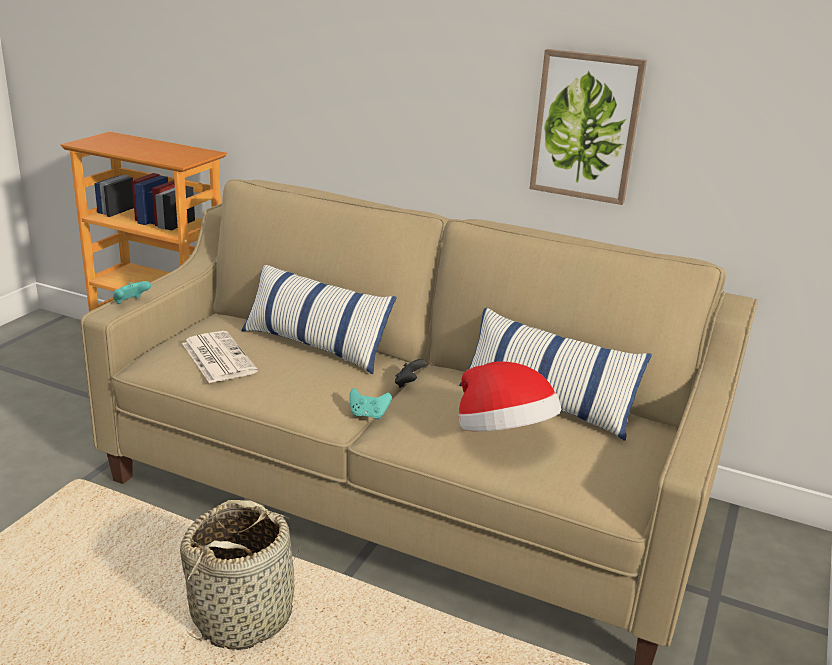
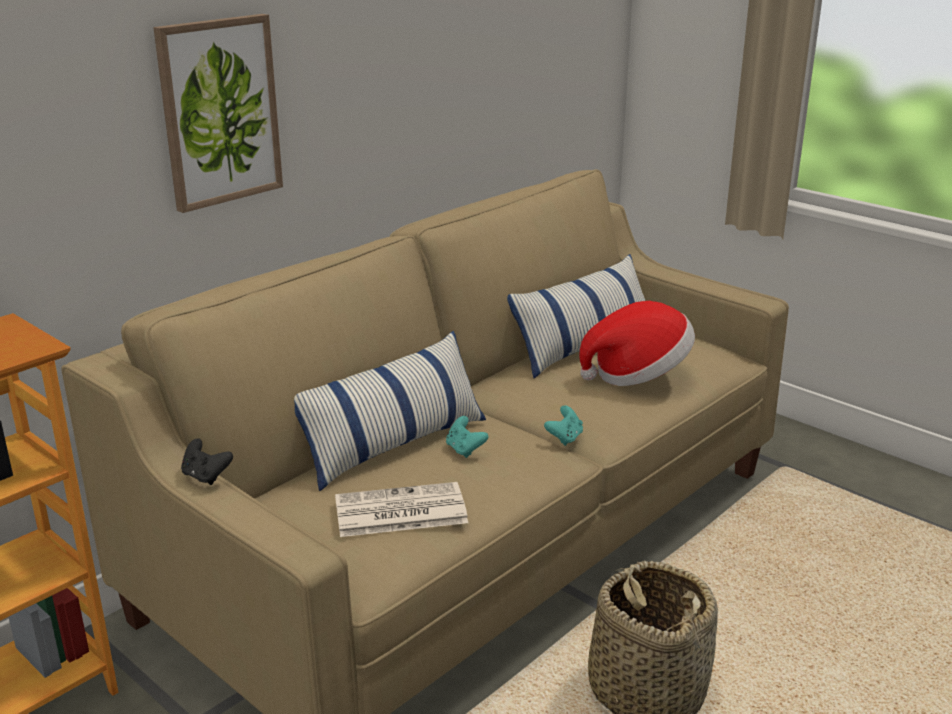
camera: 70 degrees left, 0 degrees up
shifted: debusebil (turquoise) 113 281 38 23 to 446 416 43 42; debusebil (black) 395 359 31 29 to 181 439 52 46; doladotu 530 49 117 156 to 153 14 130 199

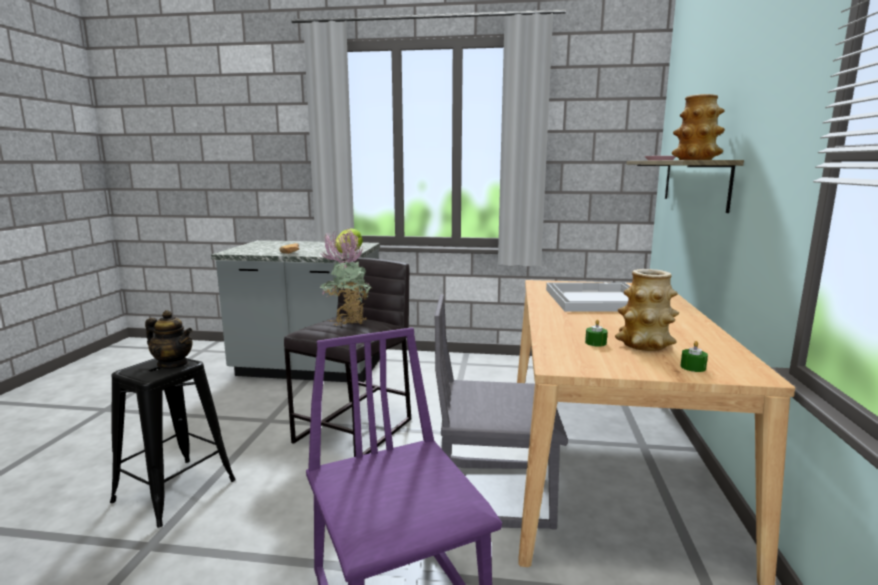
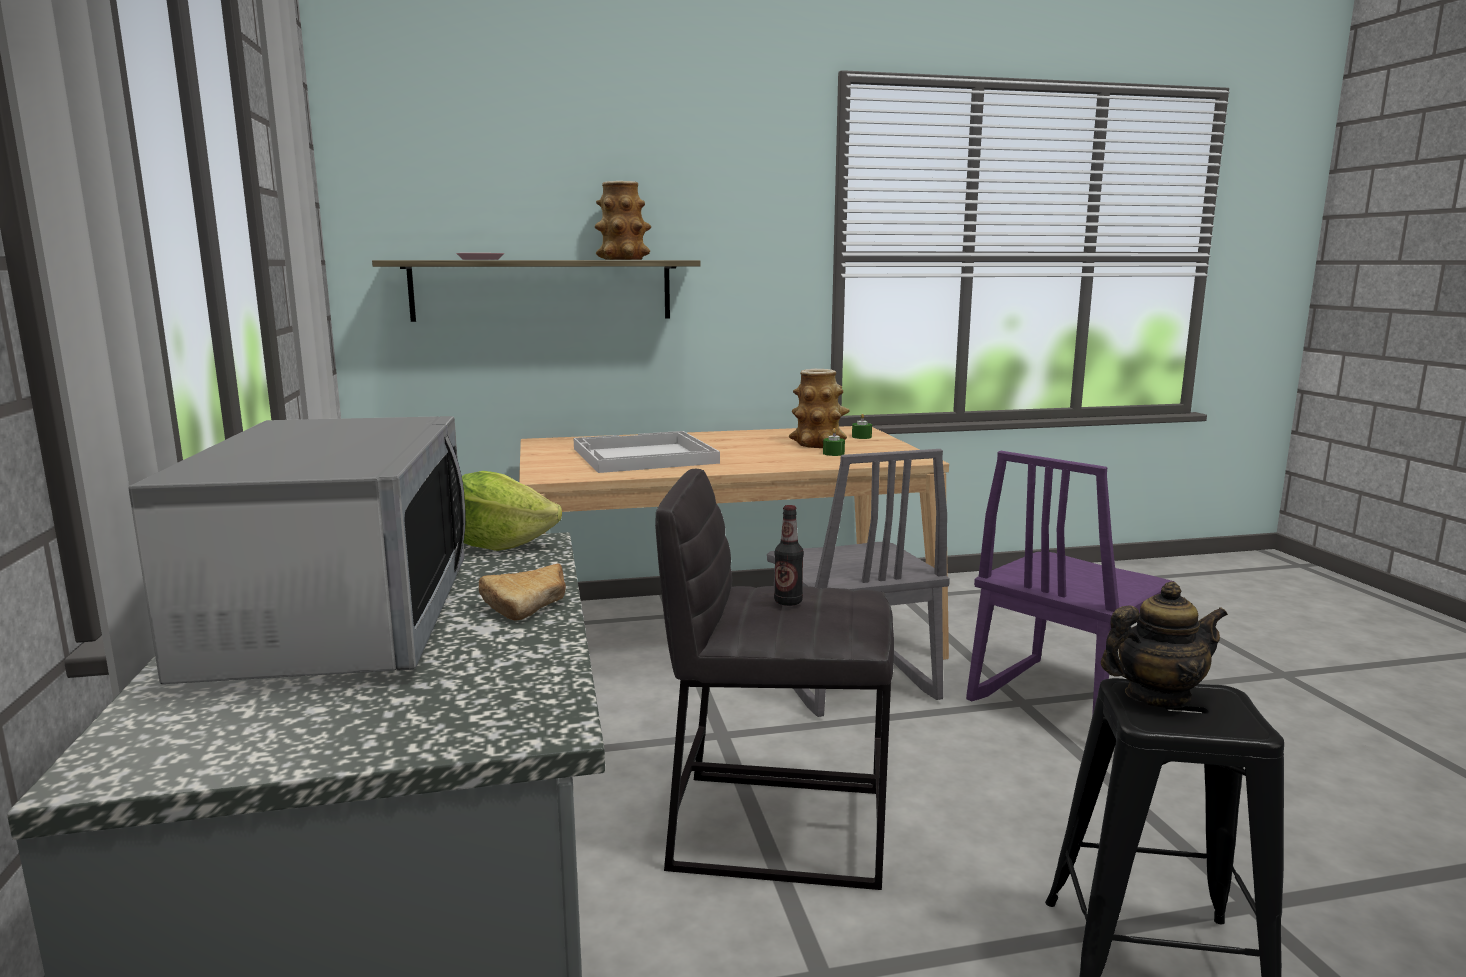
camera: 110 degrees left, 0 degrees up
new: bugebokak 128 416 338 268
swapped: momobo 320 228 52 98 to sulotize 774 505 30 101
rotated: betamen 145 310 48 59 = 1101 581 127 127 75 degrees clockwise

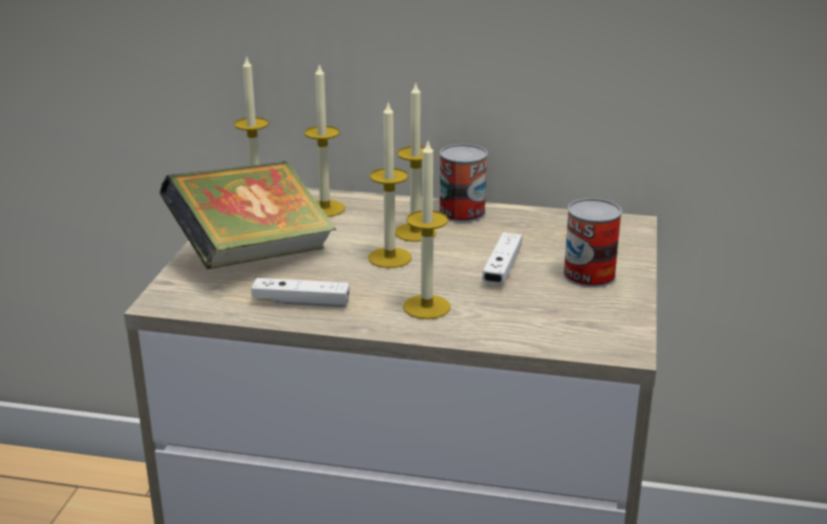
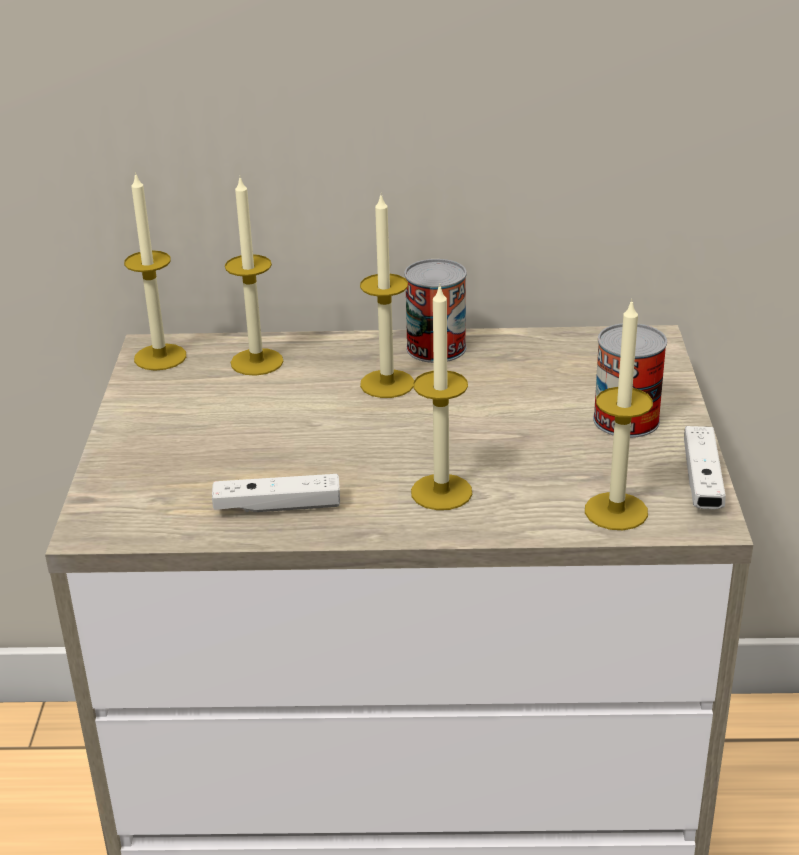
camera: 10 degrees left, 5 degrees up
gone: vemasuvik 159 161 177 108
shifted: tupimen 368 102 44 166 to 585 299 68 231; debusebil (white) 482 232 40 52 to 684 426 42 83

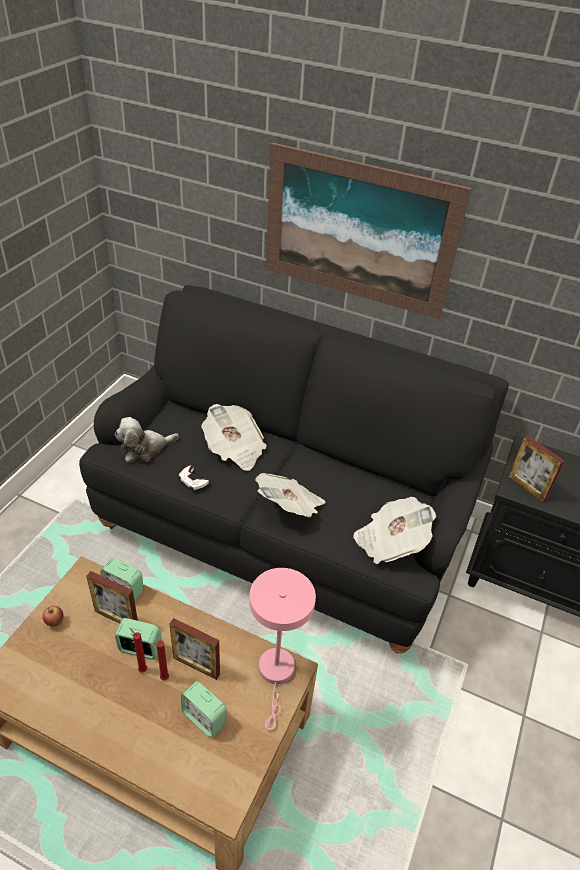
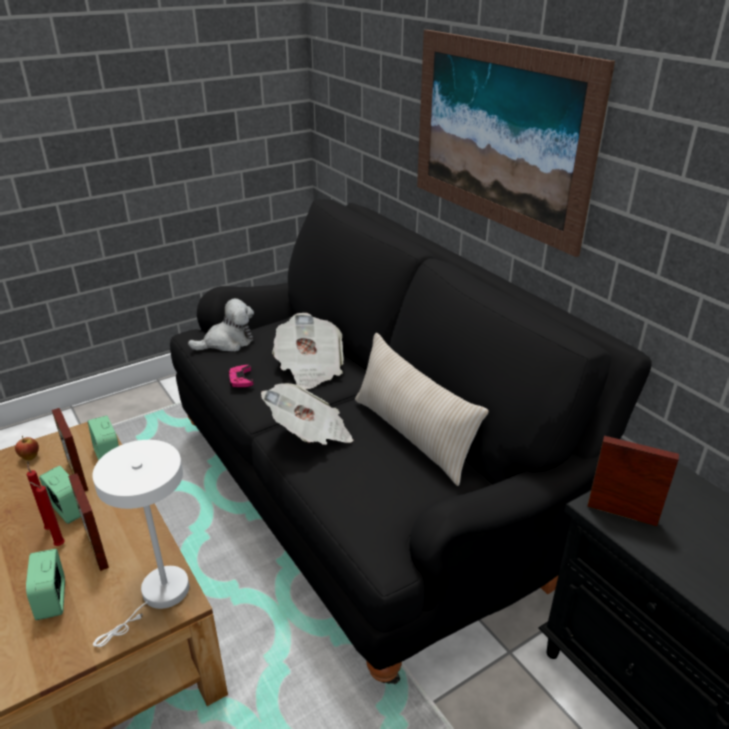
camera: 35 degrees right, 10 degrees down
gone: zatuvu 353 497 83 67
new: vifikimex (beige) 355 333 134 153
repainted: debusebil (white) 178 465 31 25 to debusebil (pink) 228 365 25 22; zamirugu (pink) 249 568 67 162 to zamirugu (white) 92 440 97 207
rotated: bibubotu 115 417 64 46 = 188 298 66 53 150 degrees clockwise; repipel 508 435 57 67 = 587 436 92 90 120 degrees clockwise

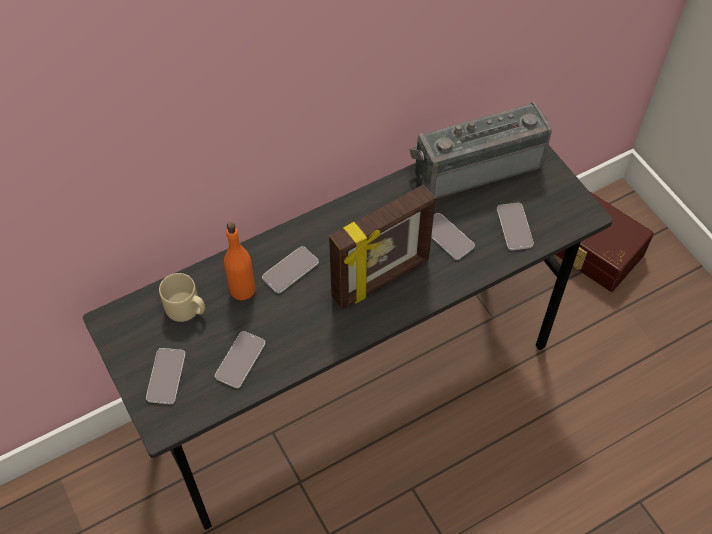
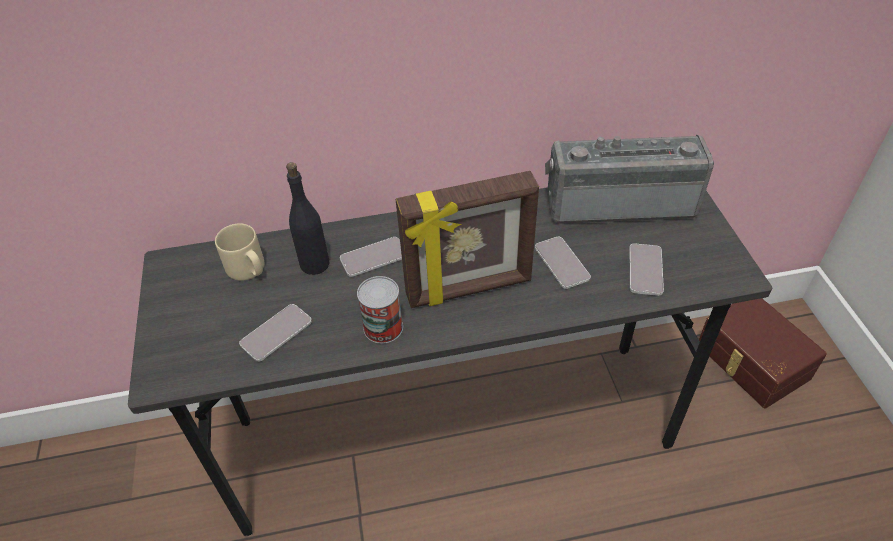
camera: 20 degrees right, 10 degrees down
gone: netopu 146 348 40 57
new: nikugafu 357 276 46 68
repainted: sulotize (orange) 224 222 32 78 to sulotize (black) 286 162 43 113

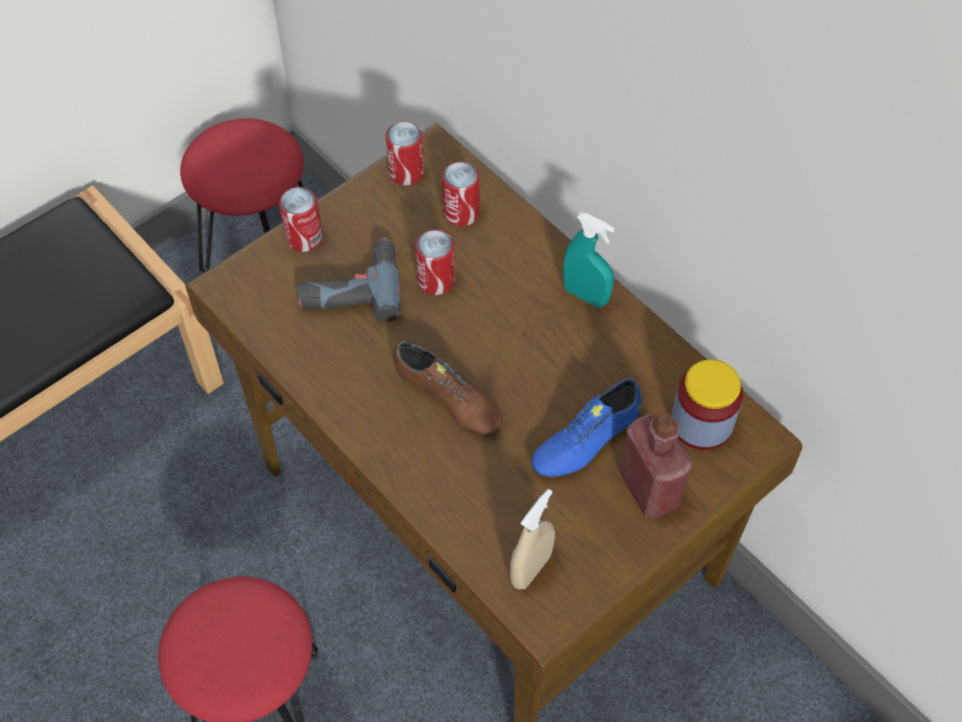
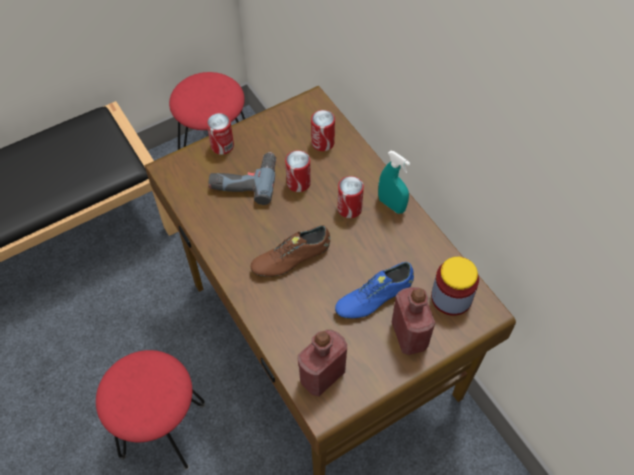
camera: 10 degrees right, 0 degrees up
shifted: nikugafu 385 121 39 64 to 338 176 26 42
swapped: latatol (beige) 510 489 45 100 to sulotize (red) 298 330 49 66
rotated: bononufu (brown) 394 341 109 93 = 250 225 80 52 105 degrees clockwise

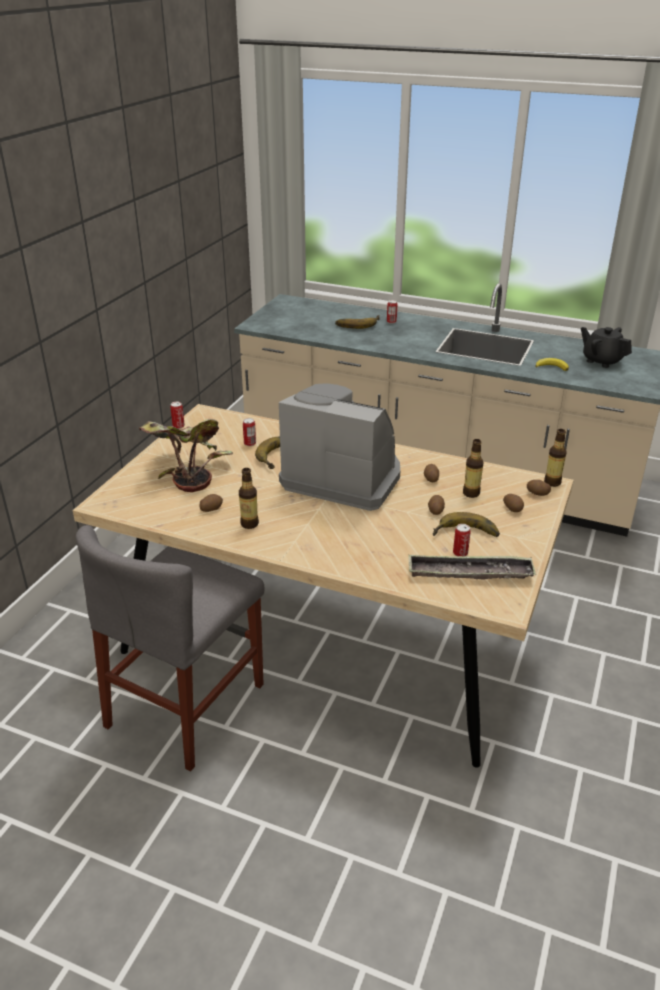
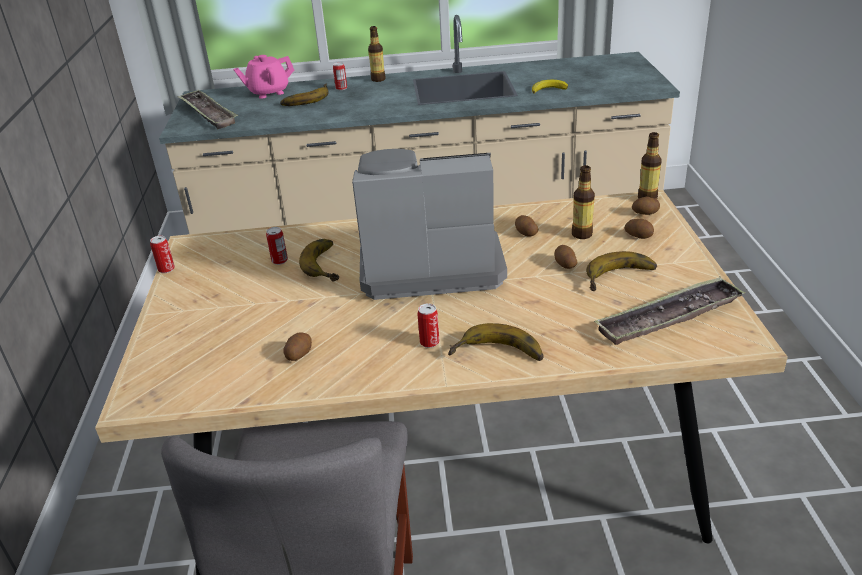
camera: 25 degrees left, 0 degrees up
gone: momobo 139 419 94 73; betamen (black) 581 327 51 41
new: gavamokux 177 90 61 39; betamen (pink) 233 55 61 44; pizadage 448 323 96 38
shifted: sulotize 239 468 20 61 to 368 26 18 56; nikugafu 453 524 18 32 to 417 303 22 45

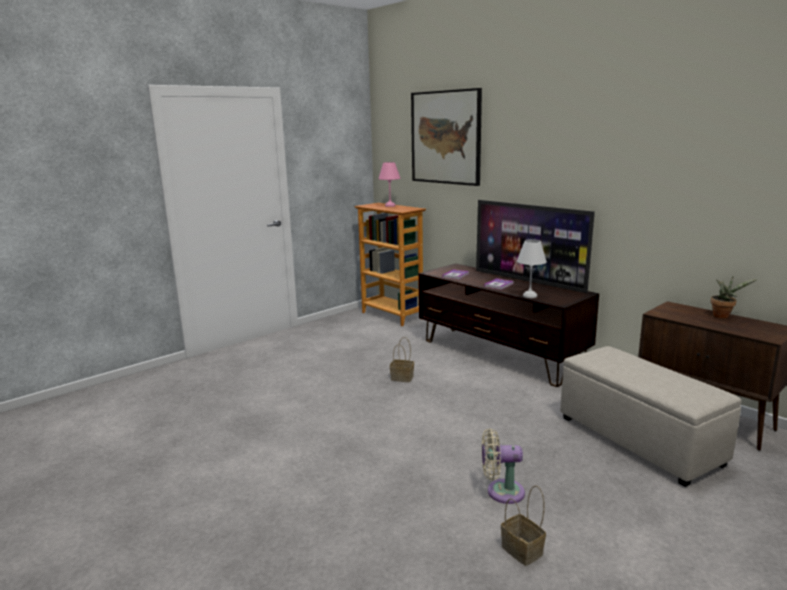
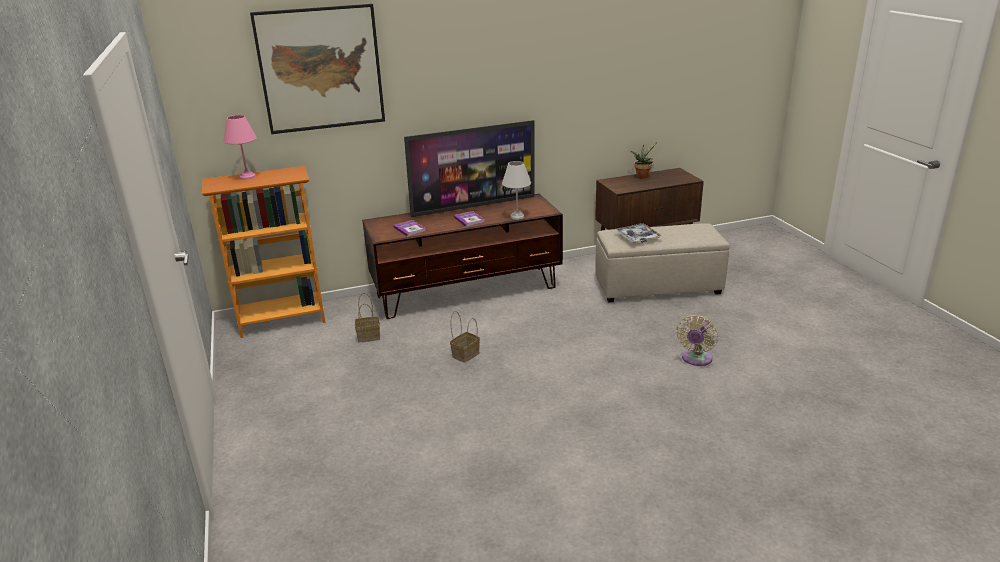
camera: 65 degrees left, 10 degrees up
new: gavamokux 615 223 47 20
shifted: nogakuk 501 485 45 81 to 355 293 25 49

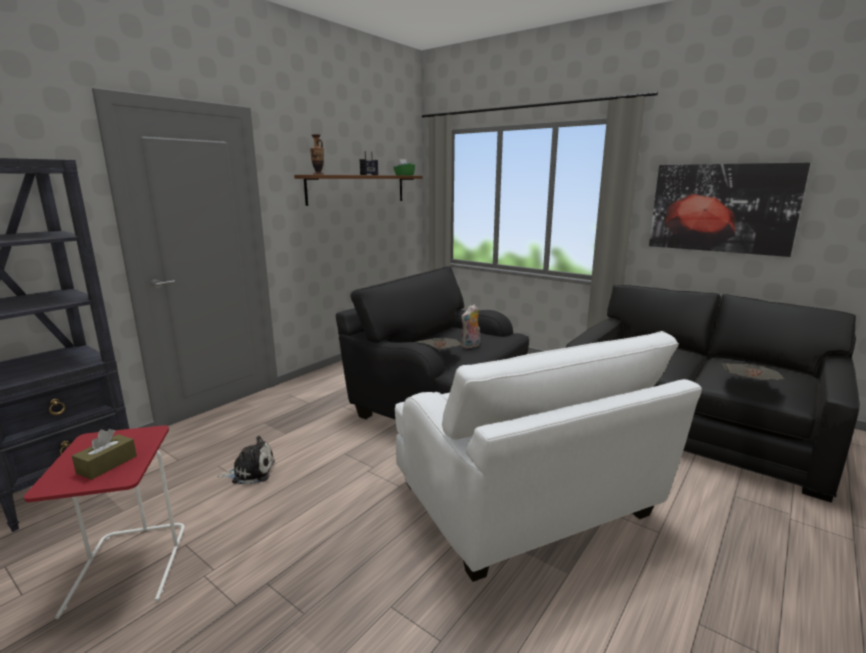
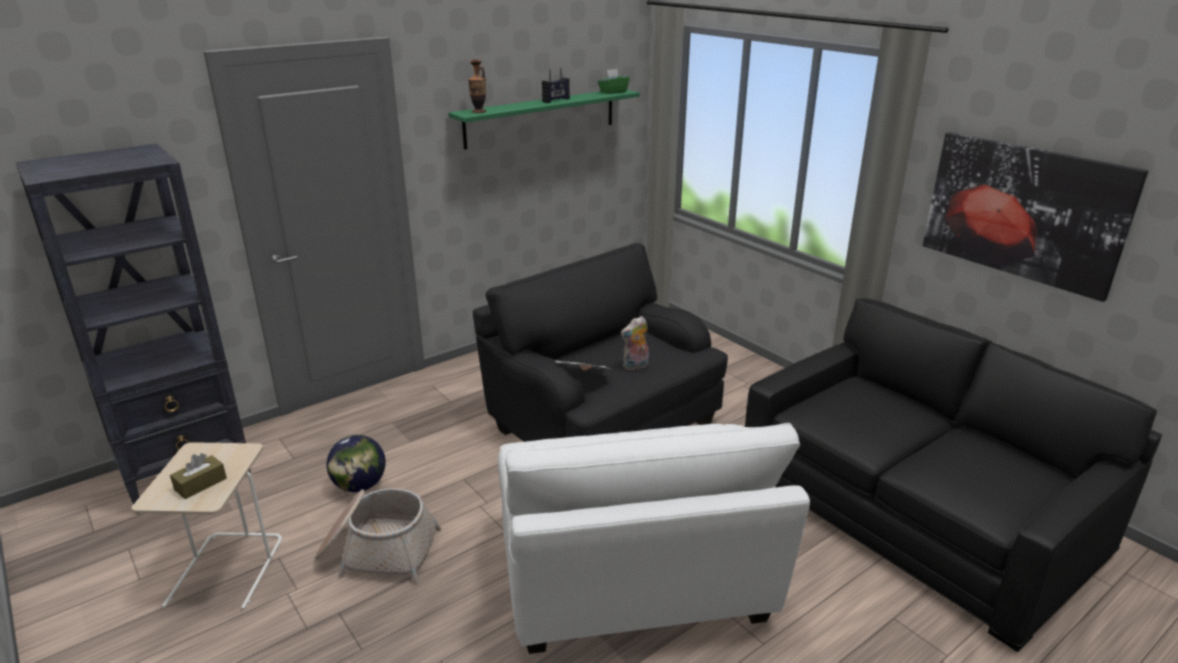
camera: 15 degrees right, 10 degrees up
gone: zatuvu 722 363 63 17
new: nogakuk 315 488 127 96
swapped: bibubotu 217 436 58 48 to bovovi 327 435 59 57
repainted: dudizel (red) 24 425 161 194 to dudizel (beige) 132 442 150 168; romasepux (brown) 294 175 129 31 to romasepux (green) 448 90 192 60

